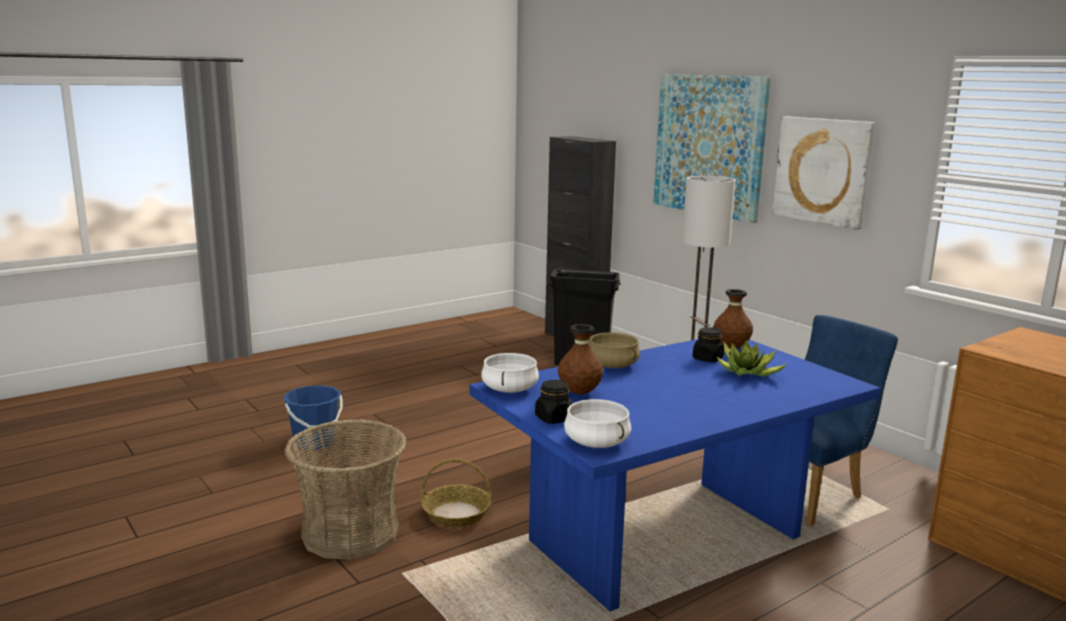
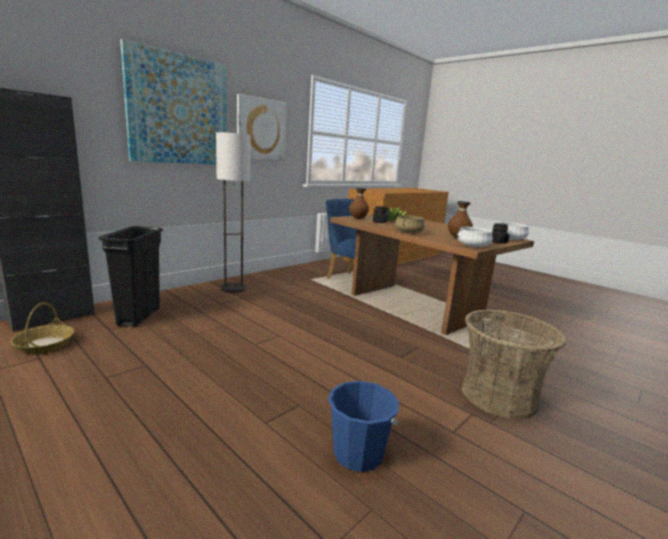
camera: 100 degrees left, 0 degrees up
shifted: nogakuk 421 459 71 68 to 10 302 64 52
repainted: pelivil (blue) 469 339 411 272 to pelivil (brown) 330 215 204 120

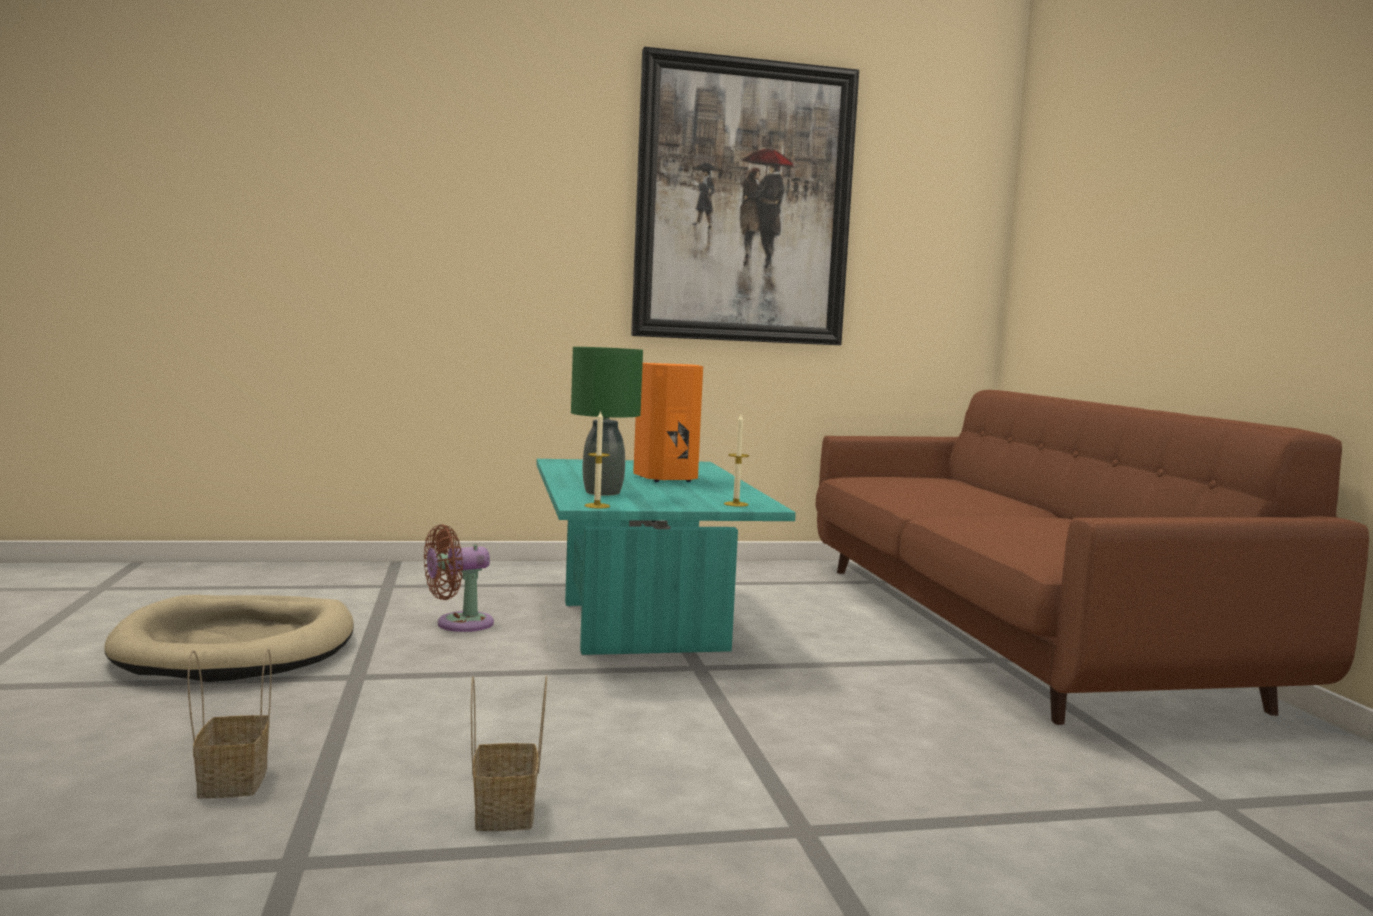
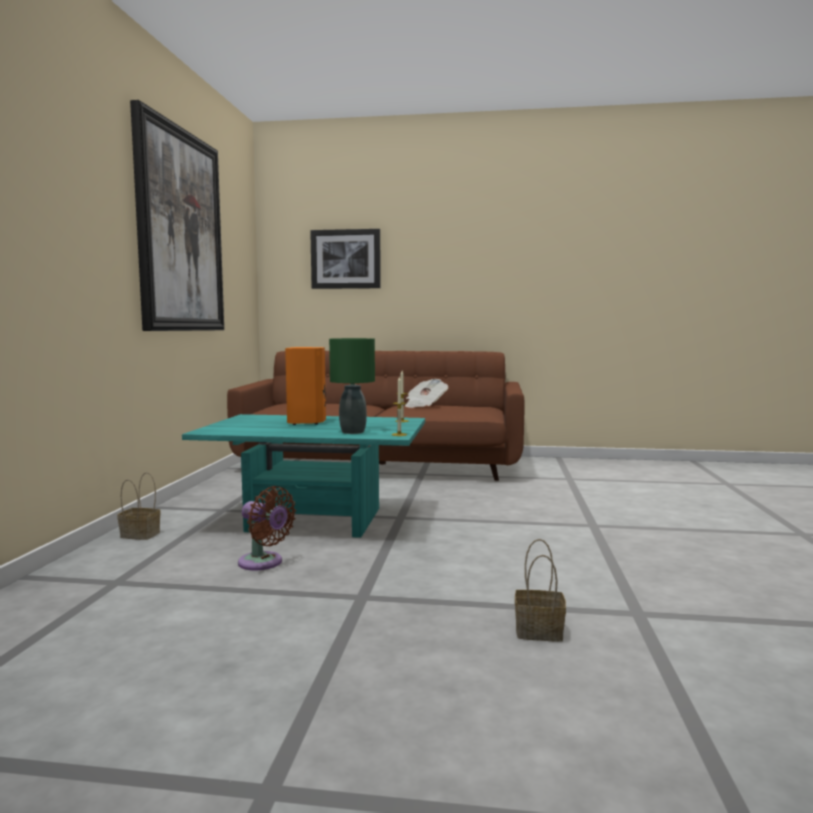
camera: 70 degrees left, 0 degrees up
gone: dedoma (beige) 105 595 249 87
new: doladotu 310 229 71 60; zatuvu 405 379 43 29
shifted: nogakuk 471 676 76 155 to 117 472 44 68
rotated: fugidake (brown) 424 524 70 108 = 238 486 58 84 45 degrees counterclockwise

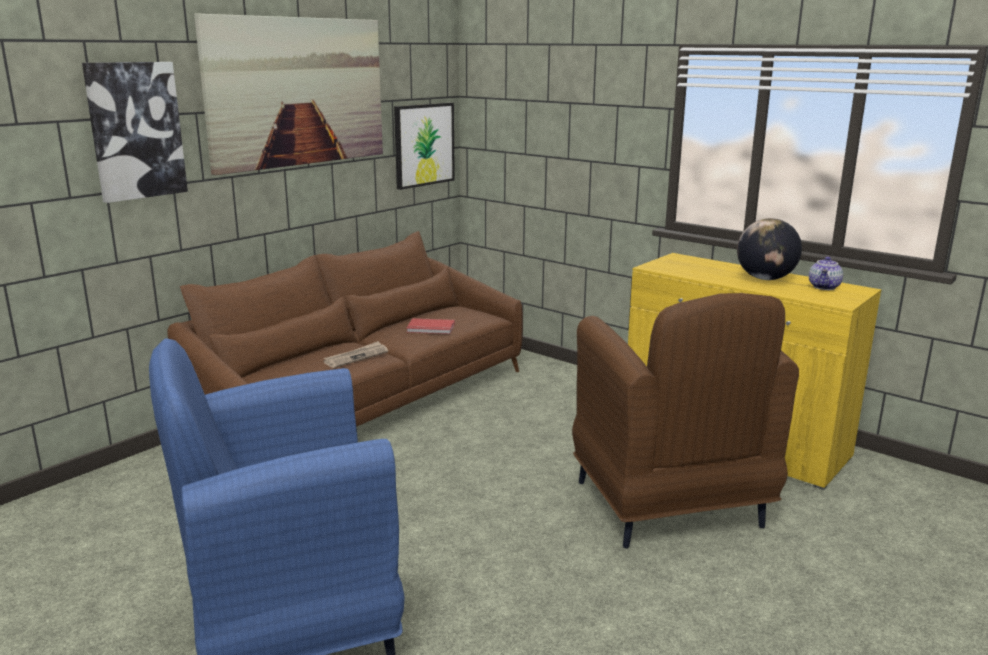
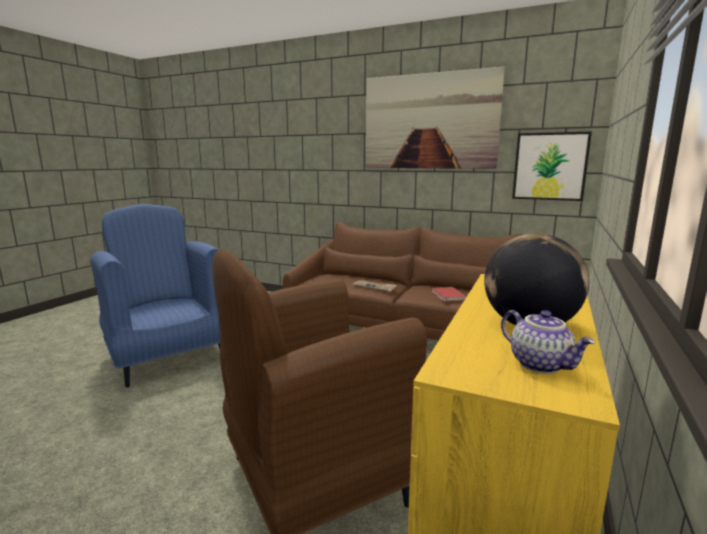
camera: 75 degrees right, 5 degrees down
gone: doladotu 82 62 106 141
rotated: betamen 809 257 34 33 = 501 310 94 64 135 degrees counterclockwise

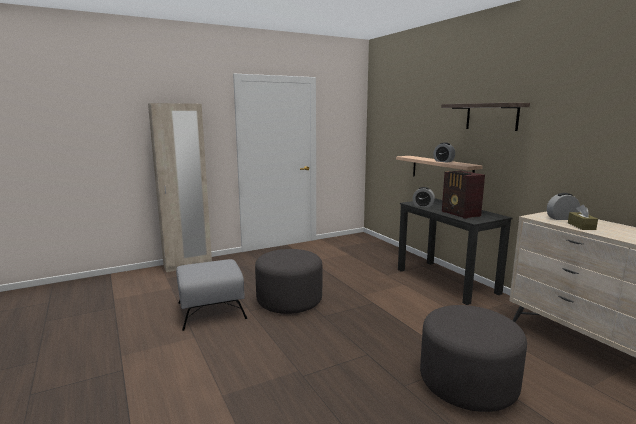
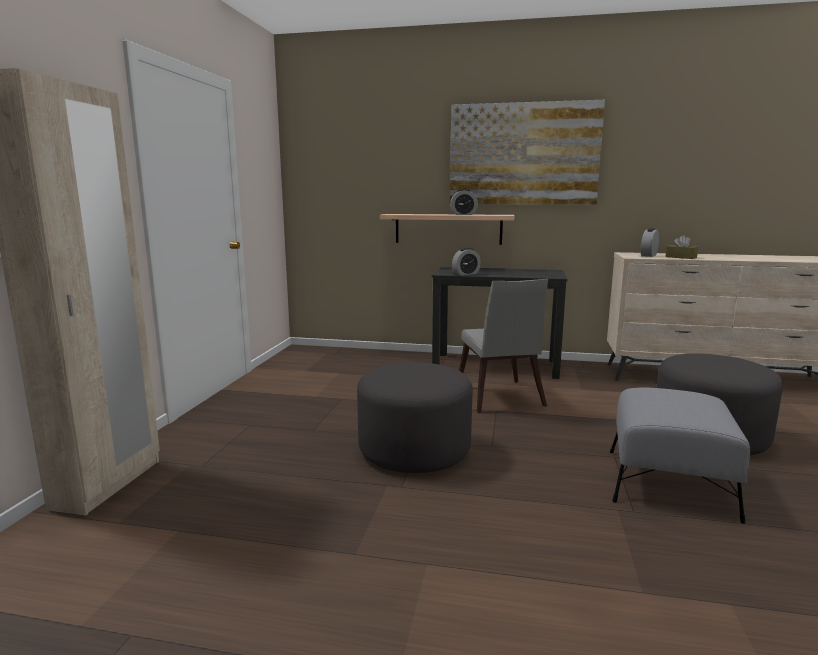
camera: 50 degrees left, 0 degrees up
gone: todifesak 442 171 43 48
new: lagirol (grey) 459 279 89 134
shifted: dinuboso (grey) 176 259 71 72 to 610 388 140 136
swapped: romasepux 441 103 89 28 to doladotu 450 100 155 105

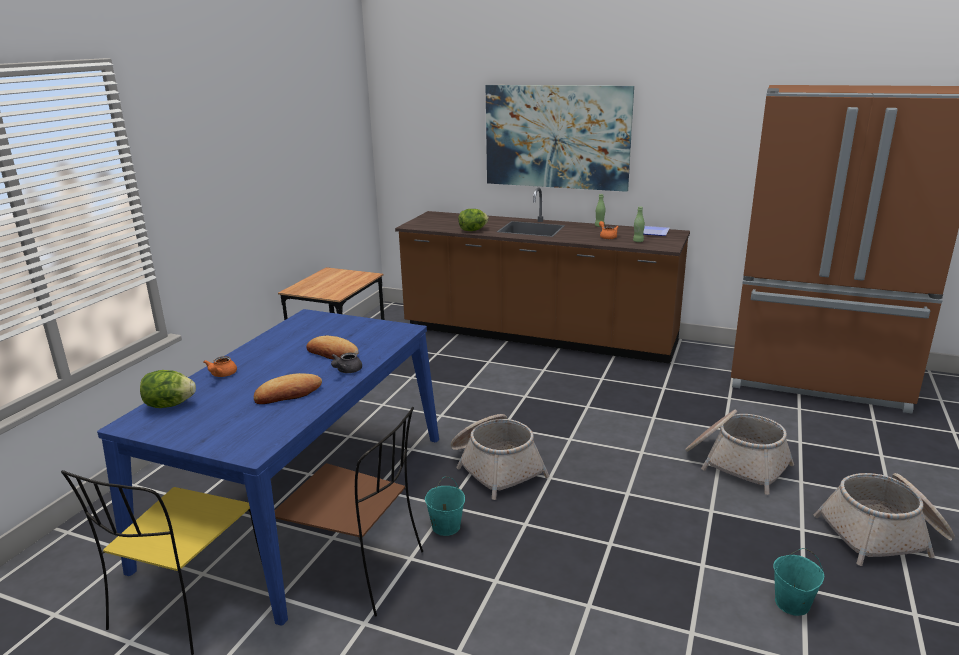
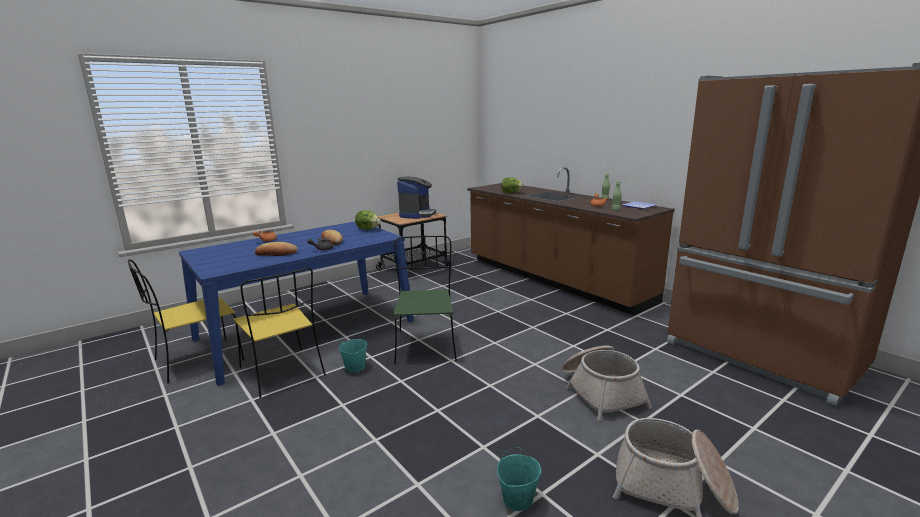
camera: 30 degrees right, 5 degrees down
gone: doladotu 485 85 149 107
new: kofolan 397 177 39 42
shifted: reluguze 140 370 56 38 to 355 210 26 20
swapped: nogakuk 450 414 99 86 to lagirol (green) 393 236 64 128
repainted: lagirol (brown) 275 407 148 210 to lagirol (yellow) 233 268 93 130

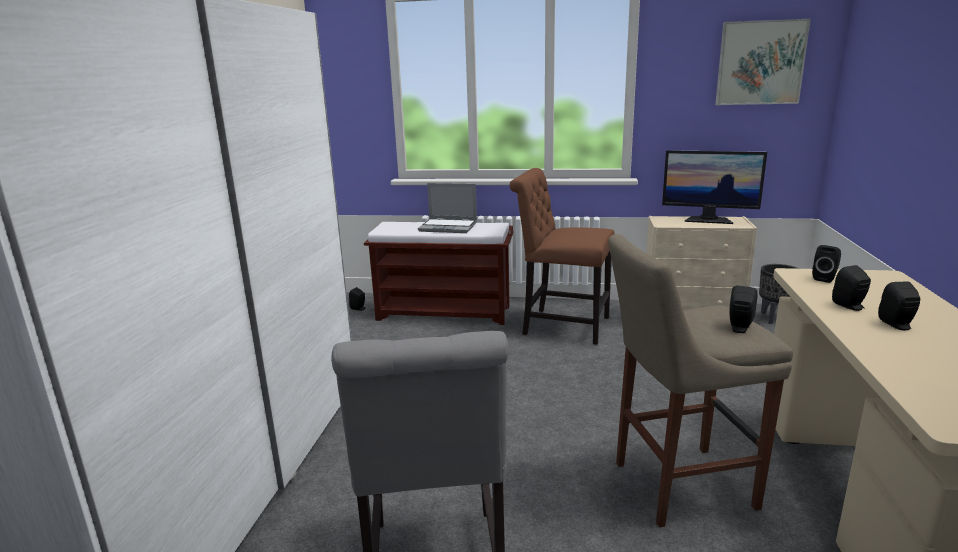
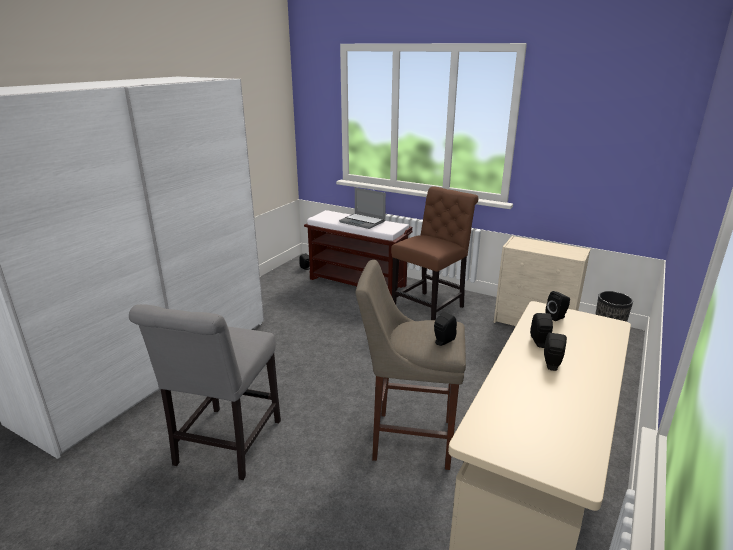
camera: 20 degrees right, 5 degrees up
gone: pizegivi 662 150 105 74; doladotu 715 19 96 86
rotated: lagirol (brown) 510 168 105 177 = 391 186 87 134 90 degrees clockwise

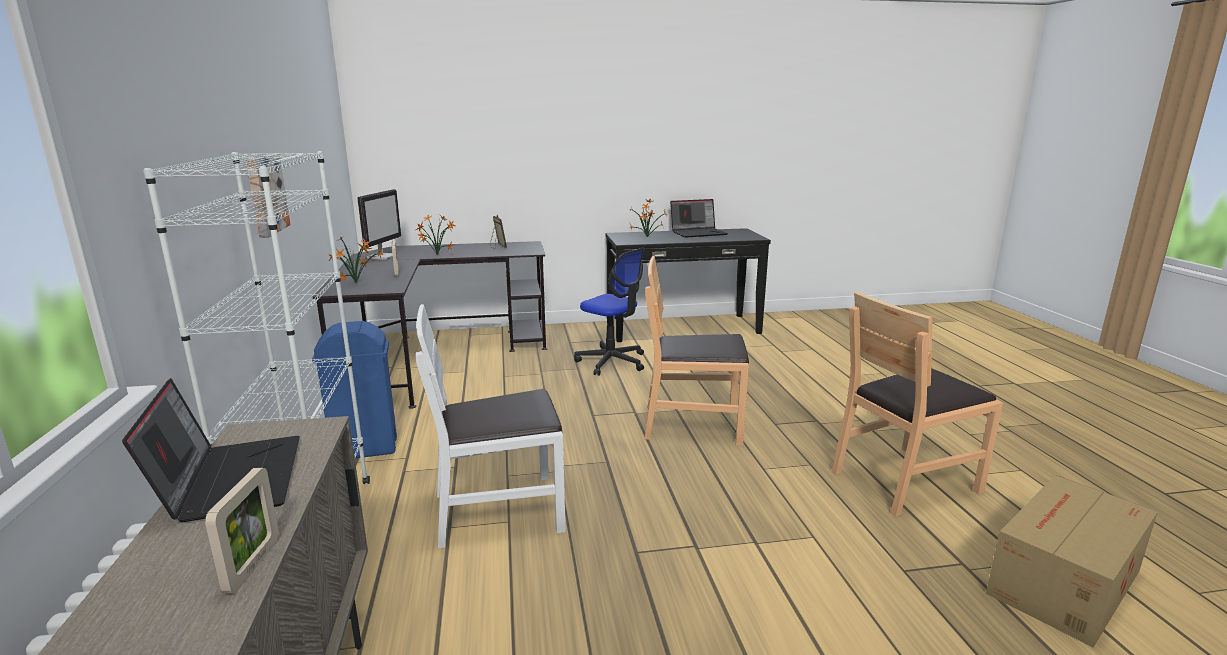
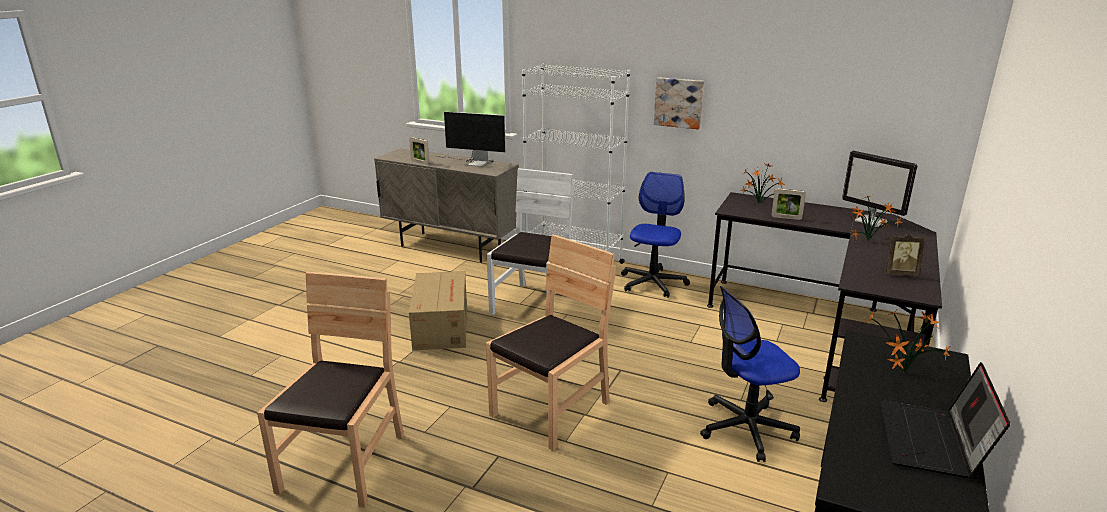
camera: 125 degrees right, 5 degrees up
shifted: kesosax 986 475 172 172 to 409 271 58 79
swapped: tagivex 122 378 178 144 to pizegivi 435 111 71 56; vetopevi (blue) 312 321 85 137 to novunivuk 621 172 69 126

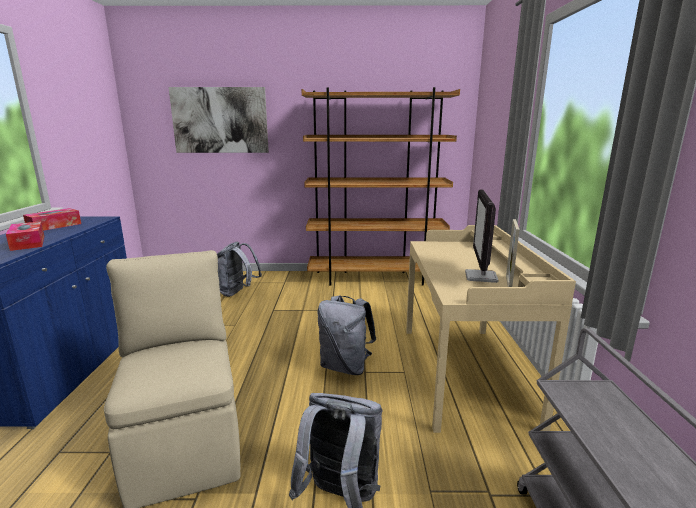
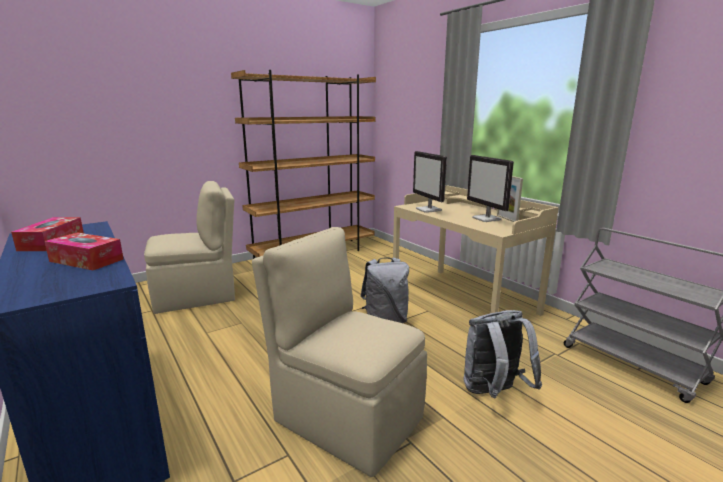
camera: 35 degrees left, 0 degrees up
gone: doladotu 169 87 100 66
new: pizegivi 413 151 34 62
swapped: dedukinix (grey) 217 241 45 56 to lagirol (beige) 144 181 91 133

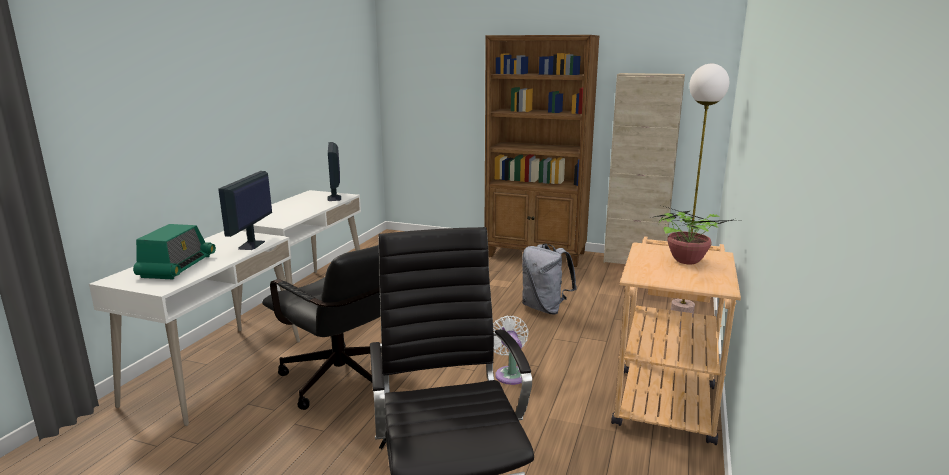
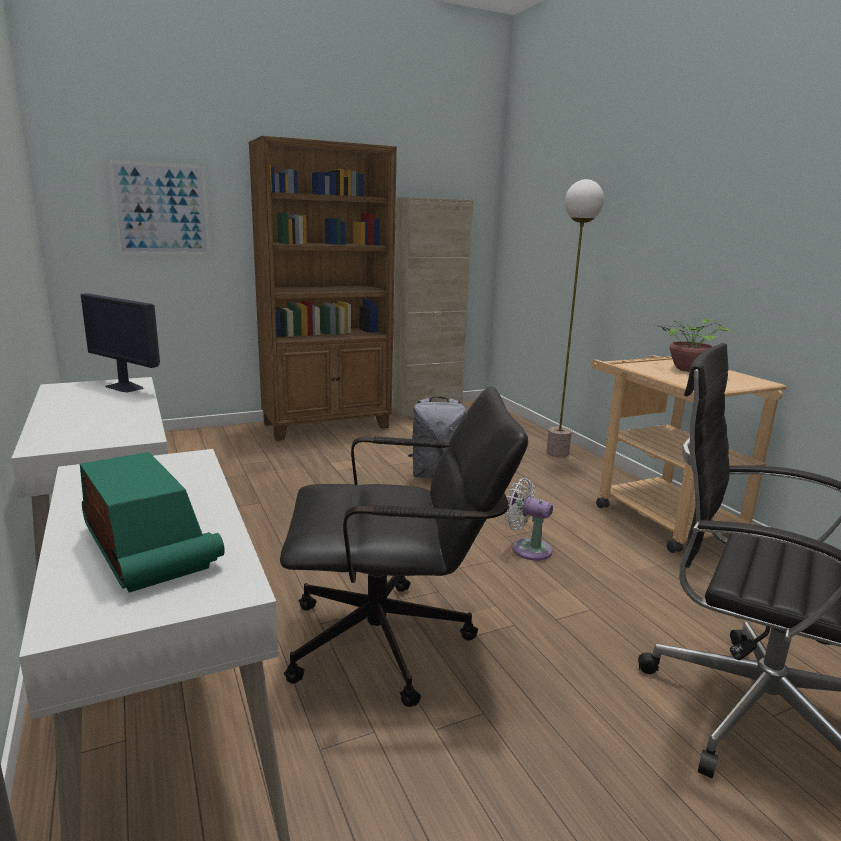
camera: 45 degrees left, 0 degrees up
gone: pizegivi 218 171 54 79
new: doladotu 108 160 102 95

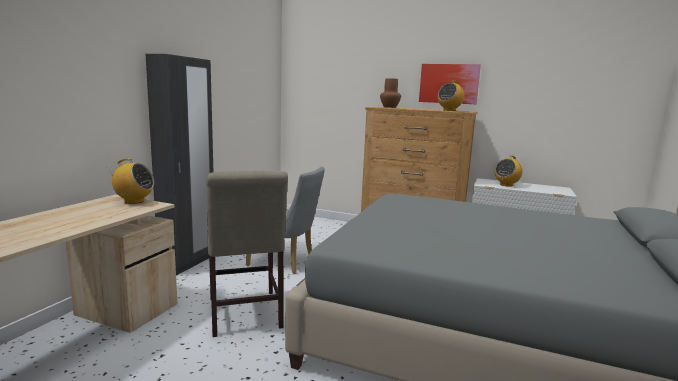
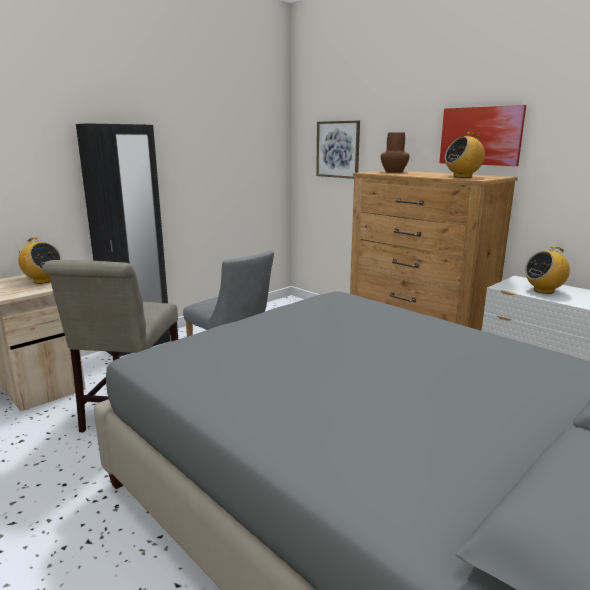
camera: 25 degrees right, 5 degrees up
new: doladotu 316 120 44 59

